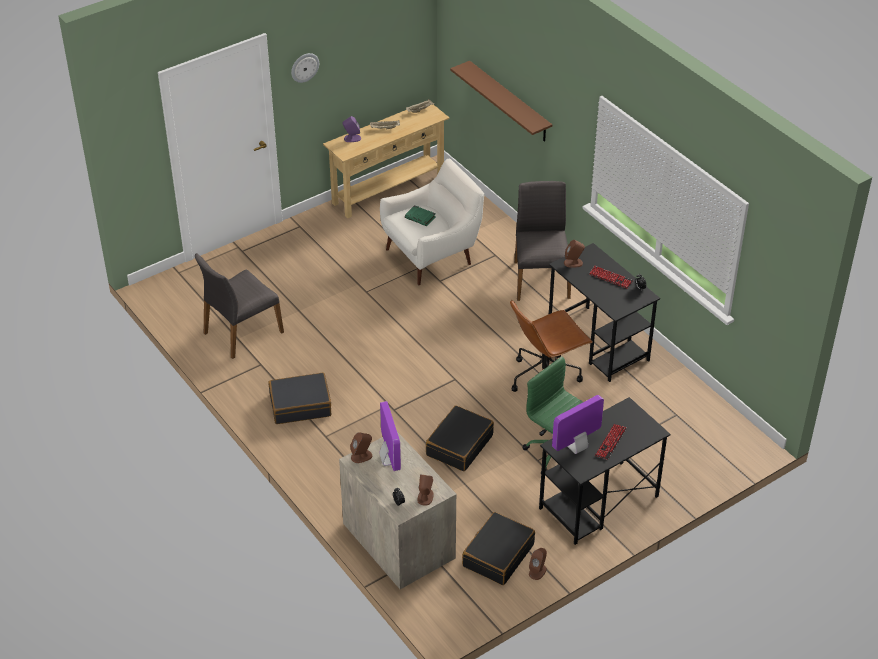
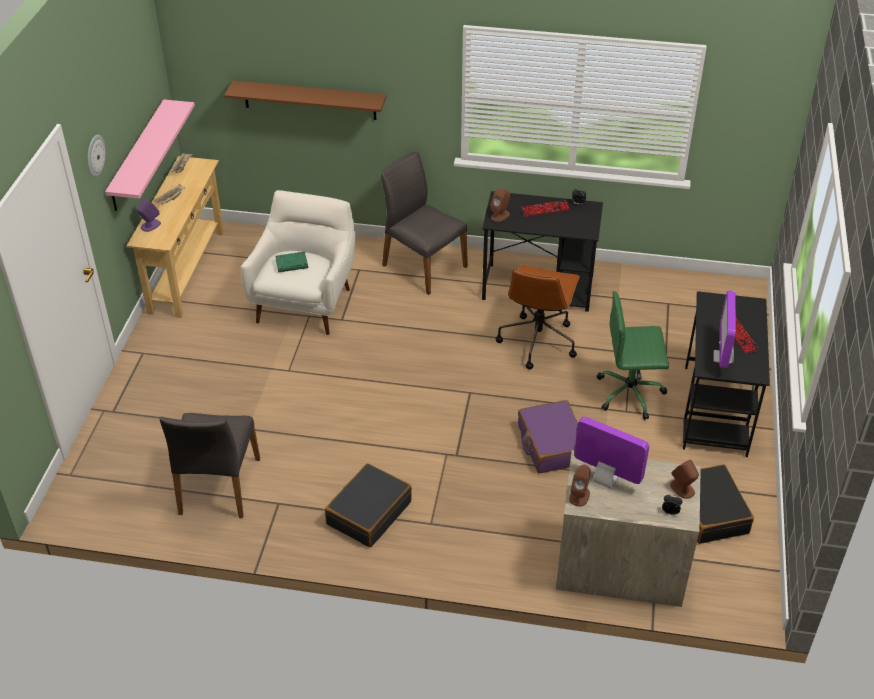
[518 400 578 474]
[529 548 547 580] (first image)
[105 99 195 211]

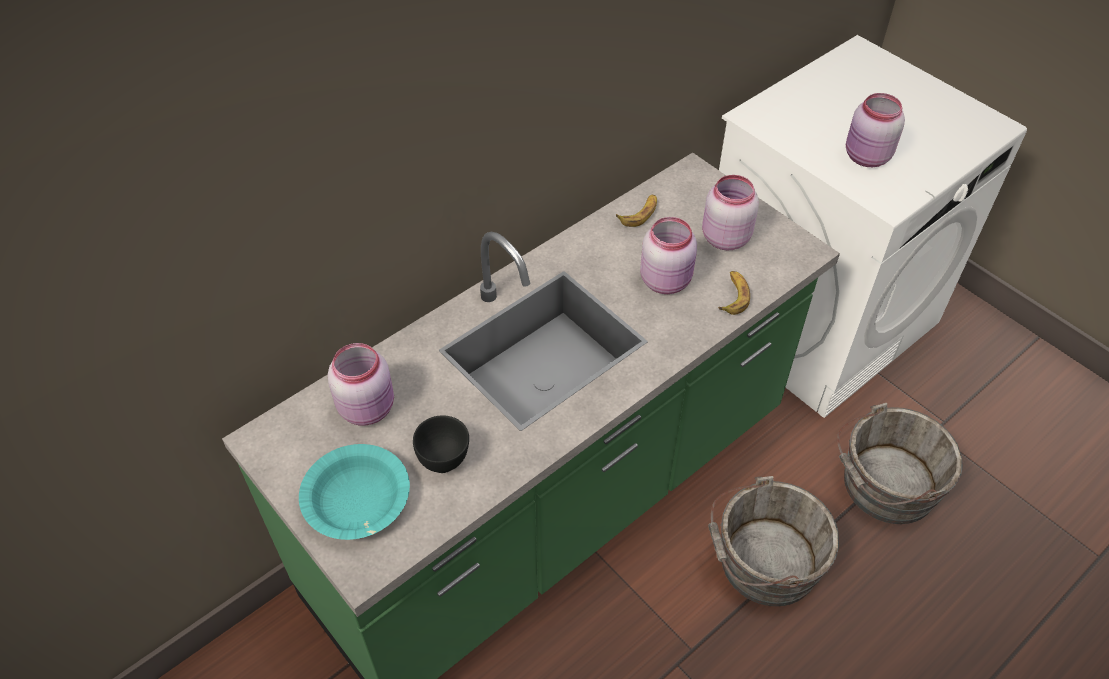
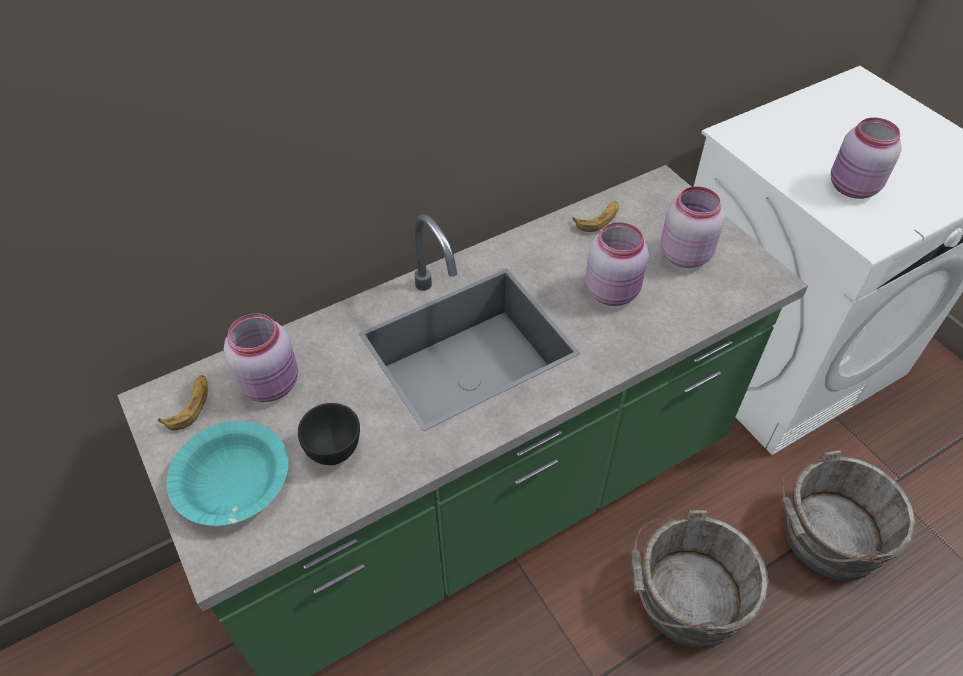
[158 375 208 430]

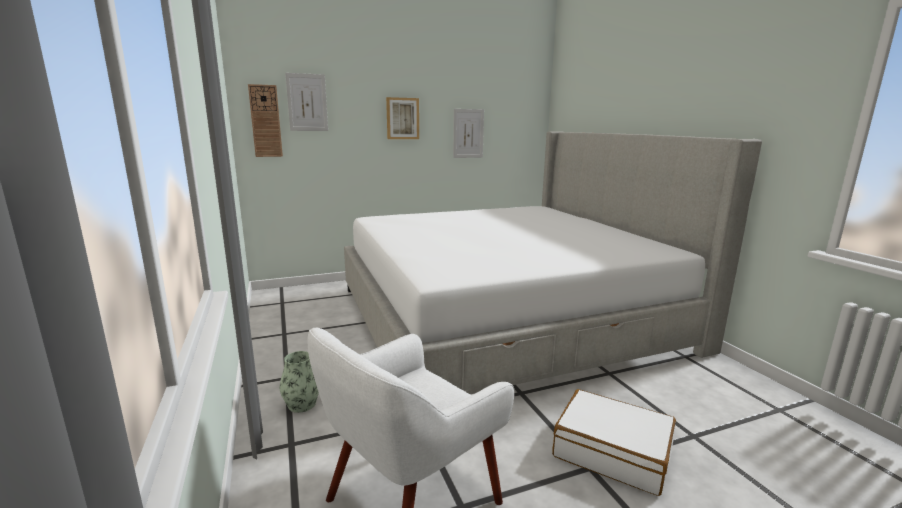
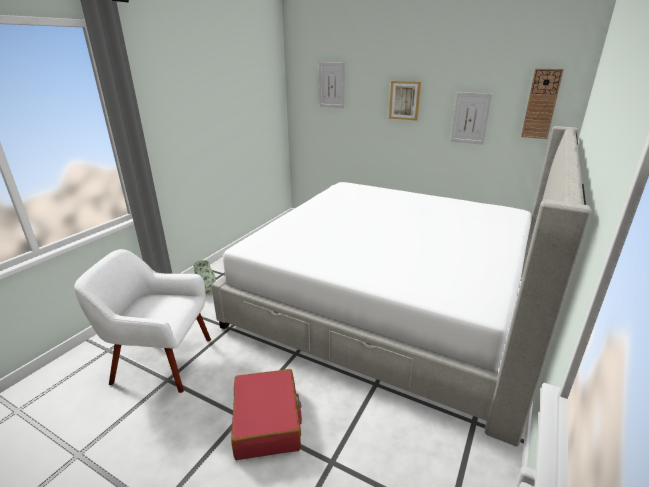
[521 68 564 139]
[231 369 302 460]

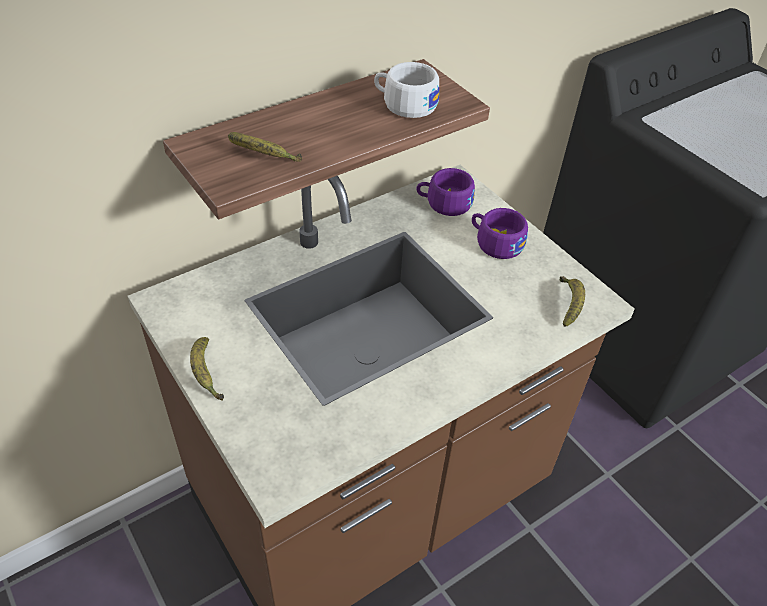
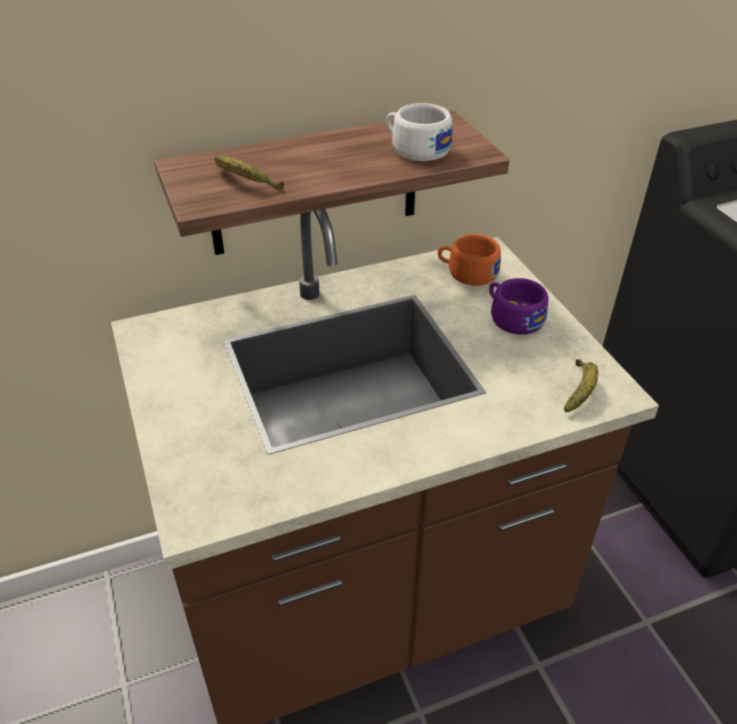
[190 337 224 401] (first image)
[438 234 501 286]

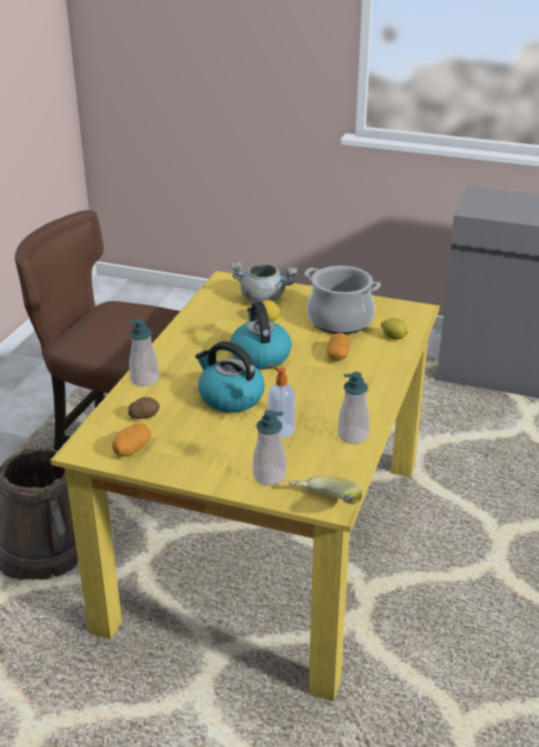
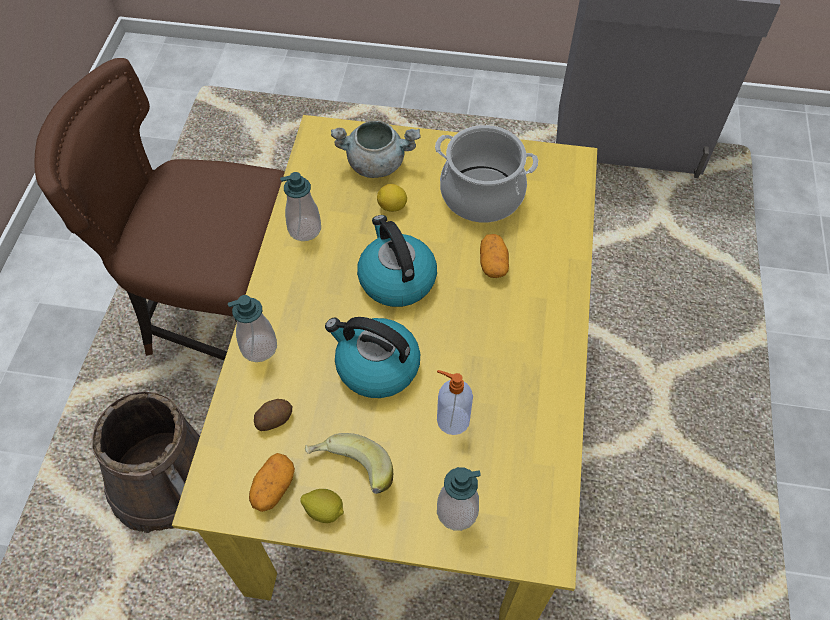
[305 433 393 494]
[280 172 321 241]
[300 489 344 523]

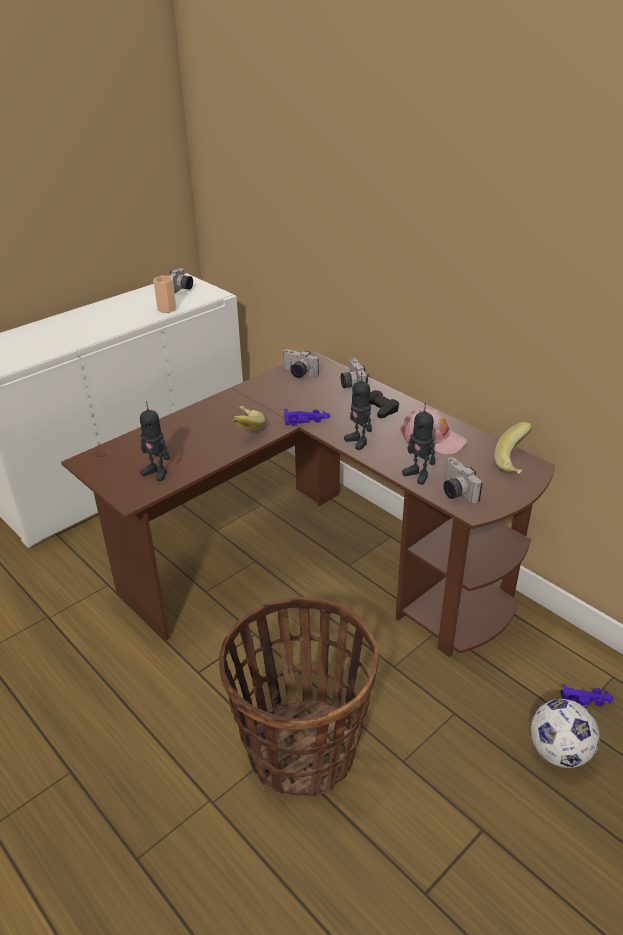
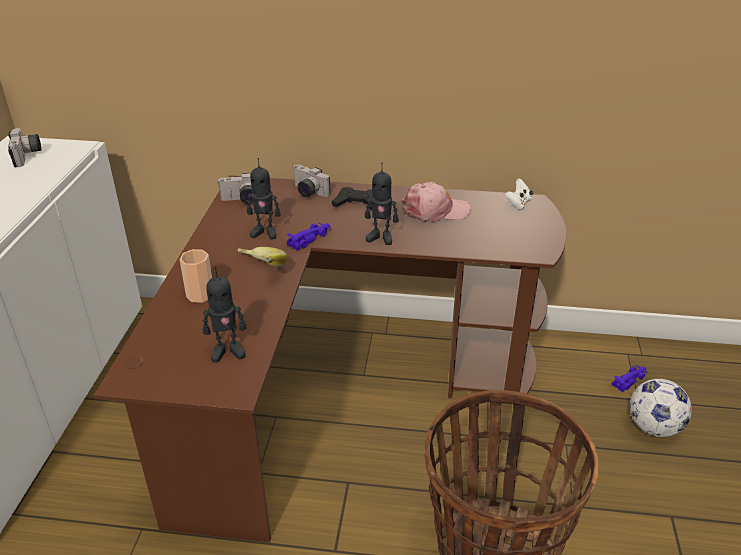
[179 249 212 303]
[247 158 281 239]
[444 457 482 504] (first image)
[505 179 533 210]

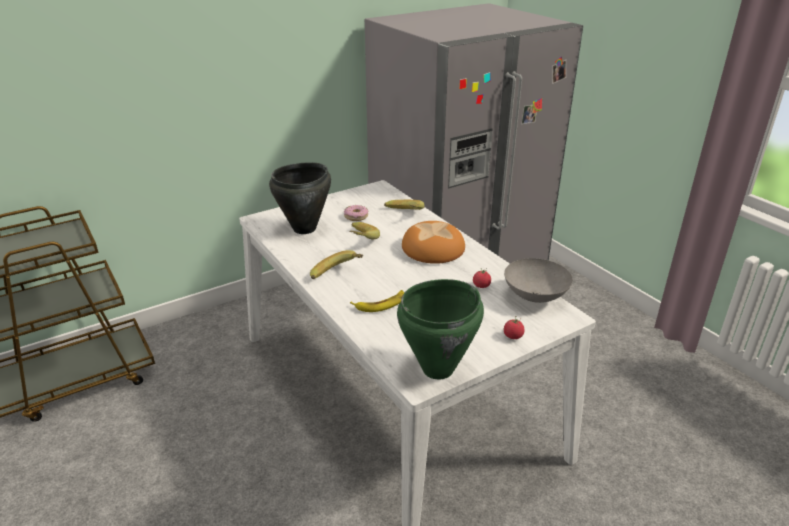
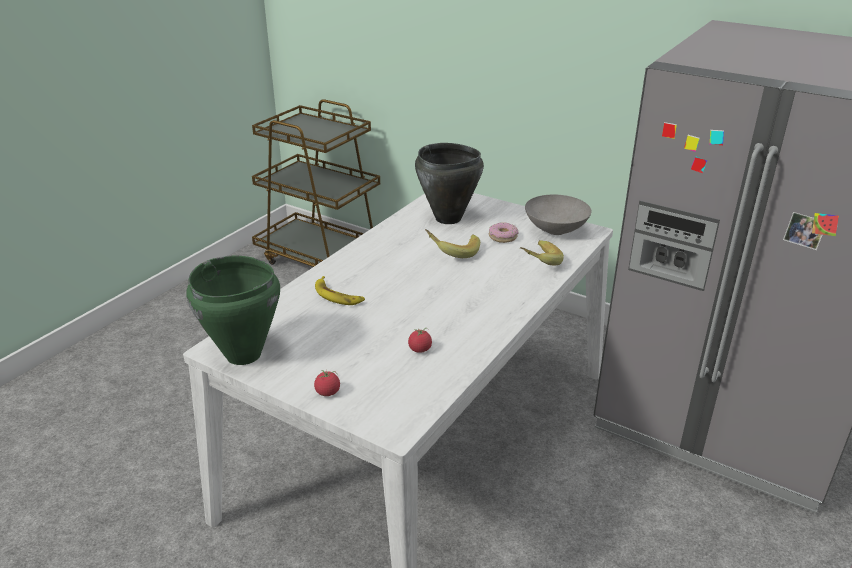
[310 250 363 279] (first image)
[402 221 465 264] (first image)
[525 195 592 235]

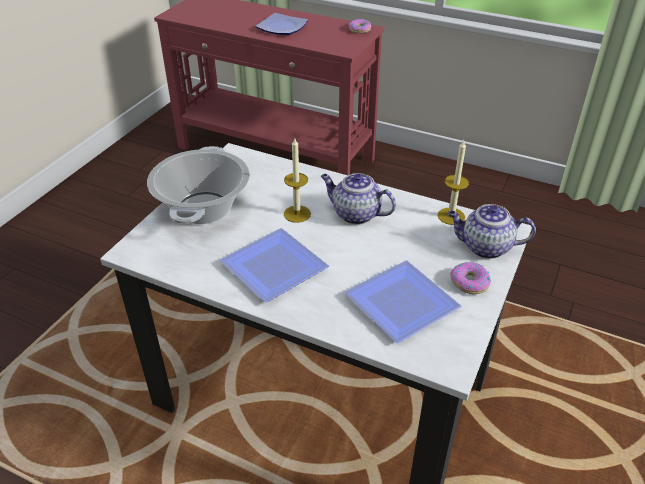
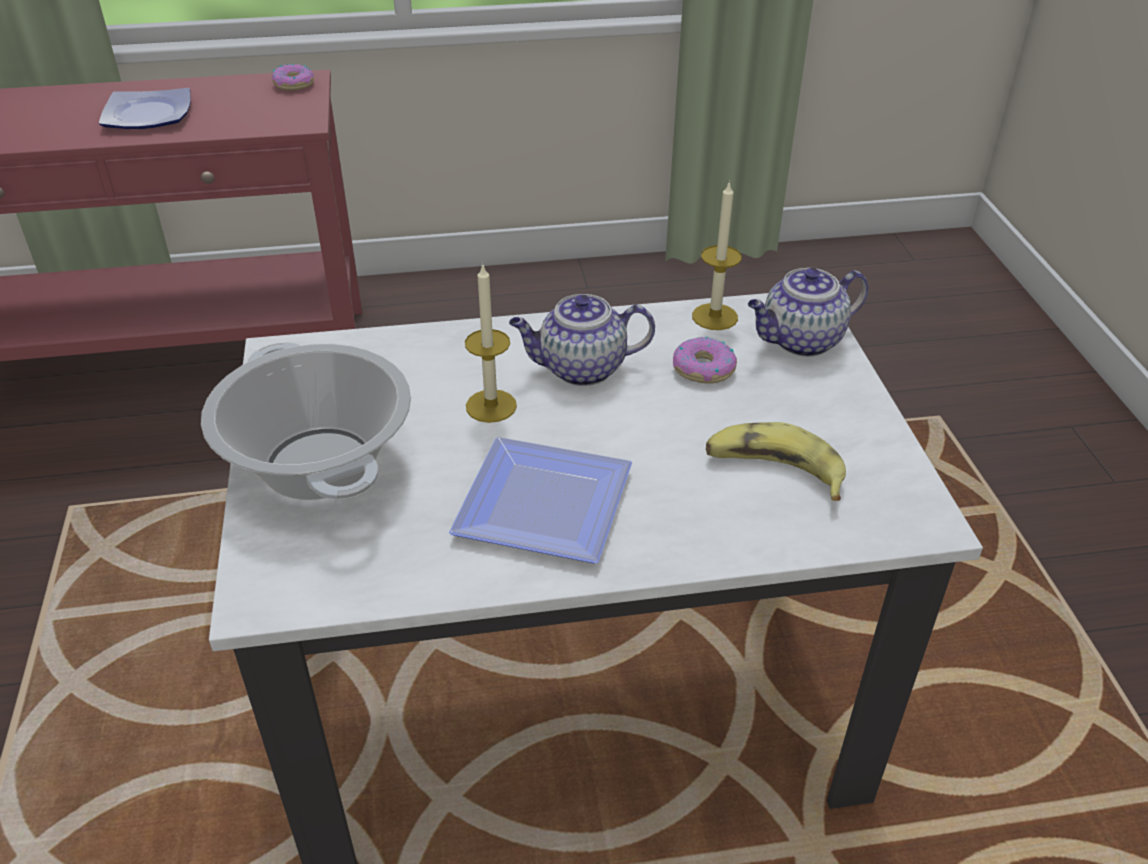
[706 422 846 501]
[673 336 737 384]

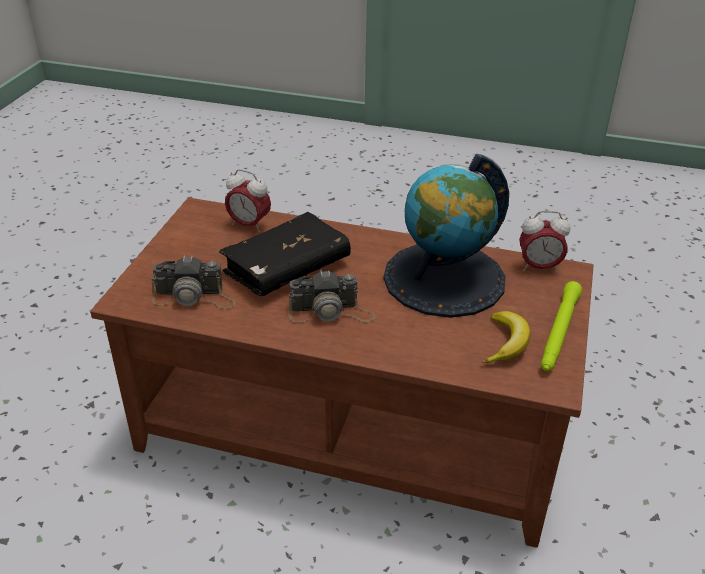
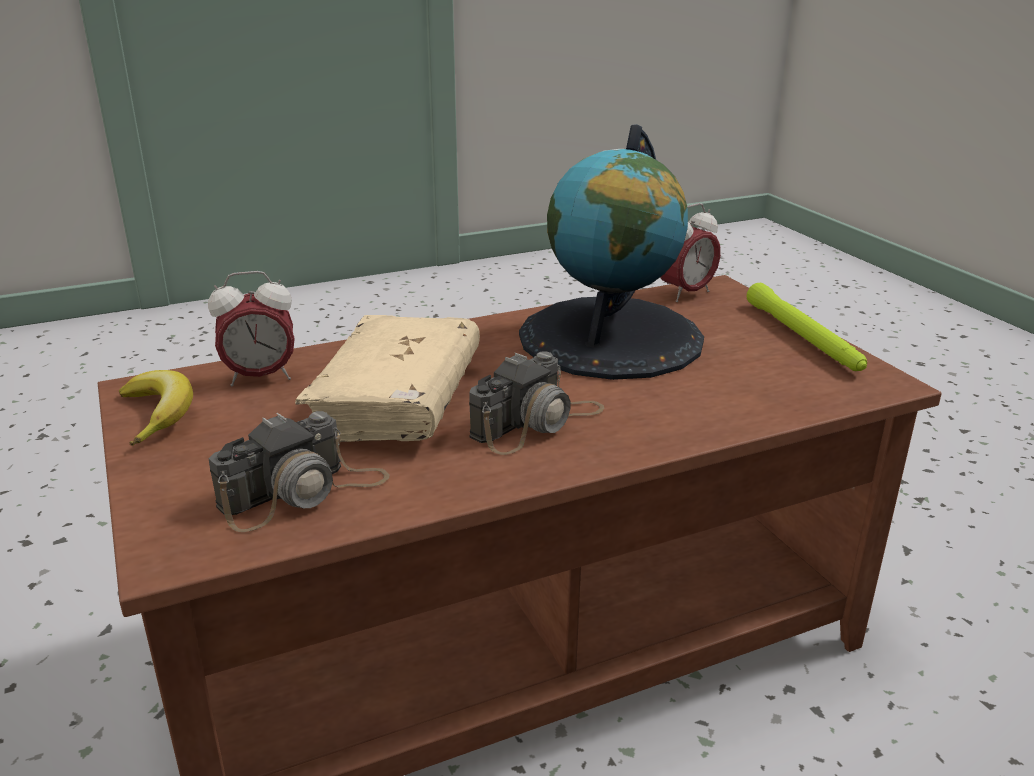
[295 315 480 442]
[119 370 193 446]

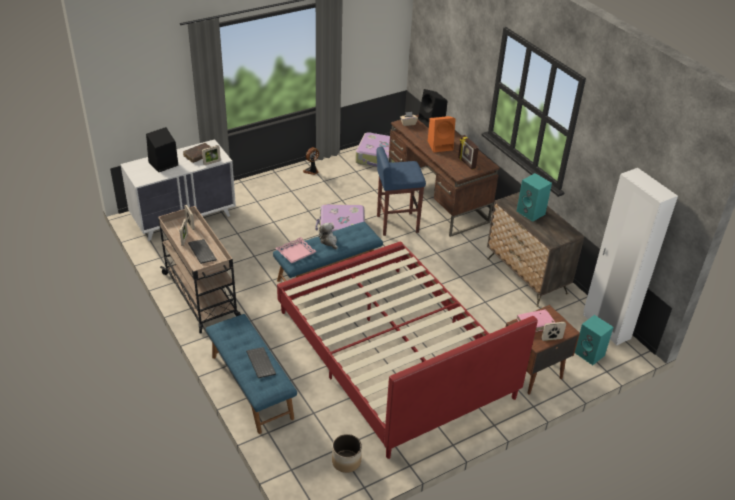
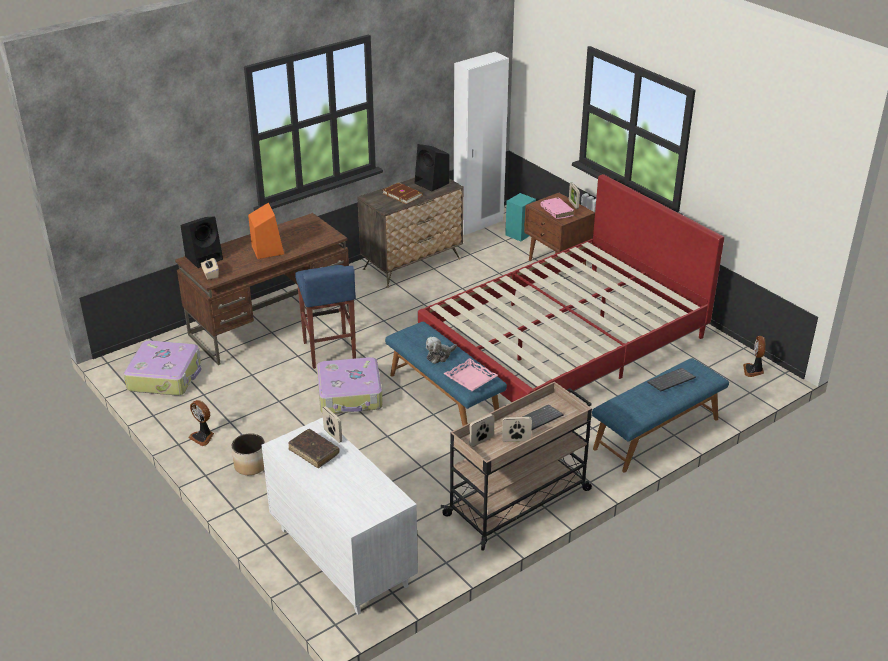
[415 144 450 191]
[232 433 265 475]
[458 135 479 170] (first image)
[382 182 423 204]
[743 336 765 377]

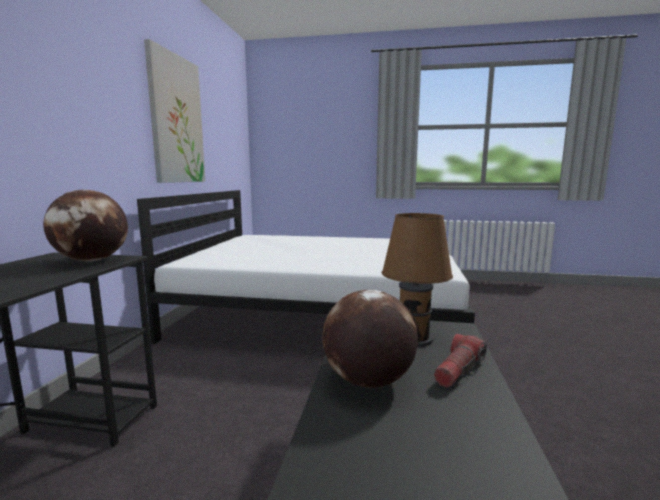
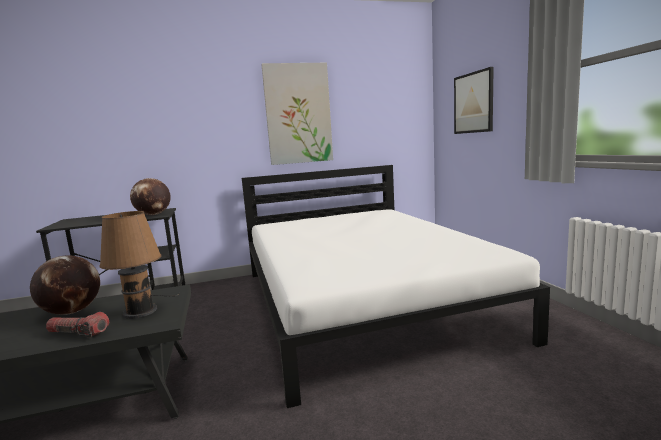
[454 67 494 134]

